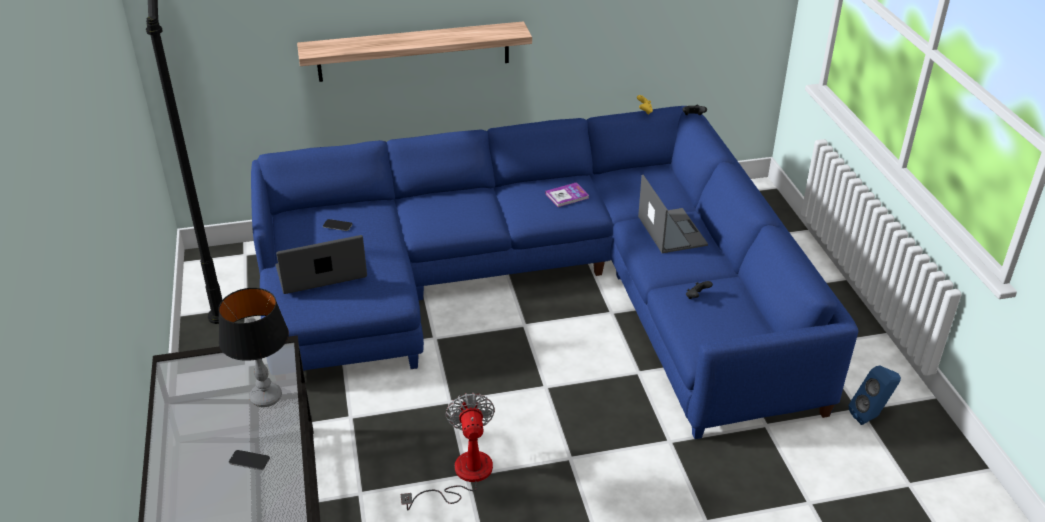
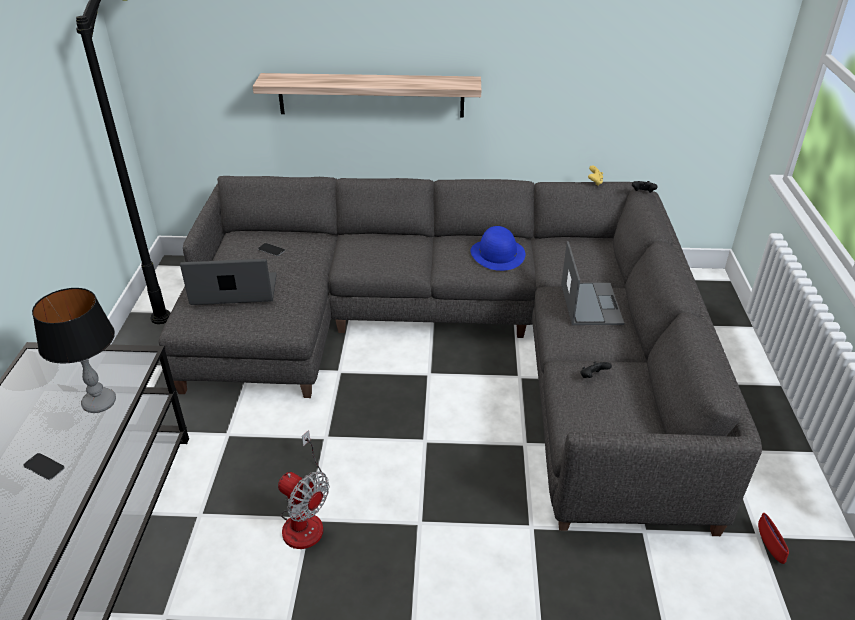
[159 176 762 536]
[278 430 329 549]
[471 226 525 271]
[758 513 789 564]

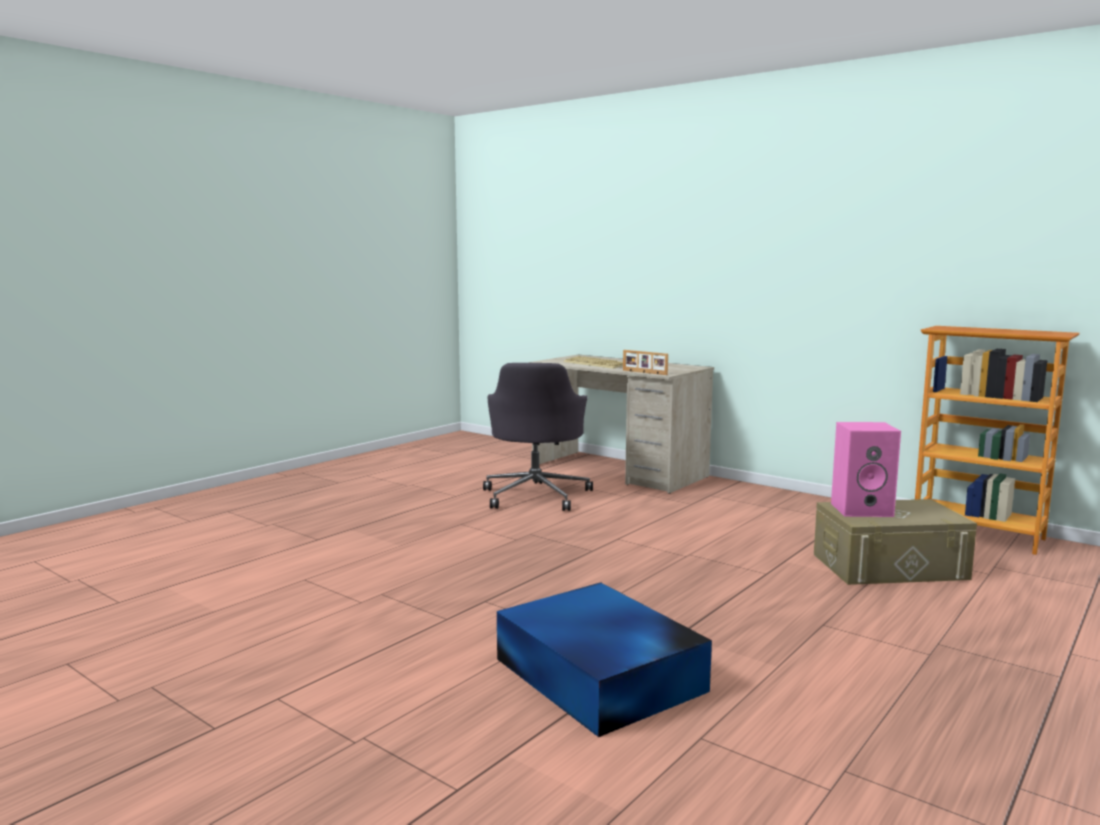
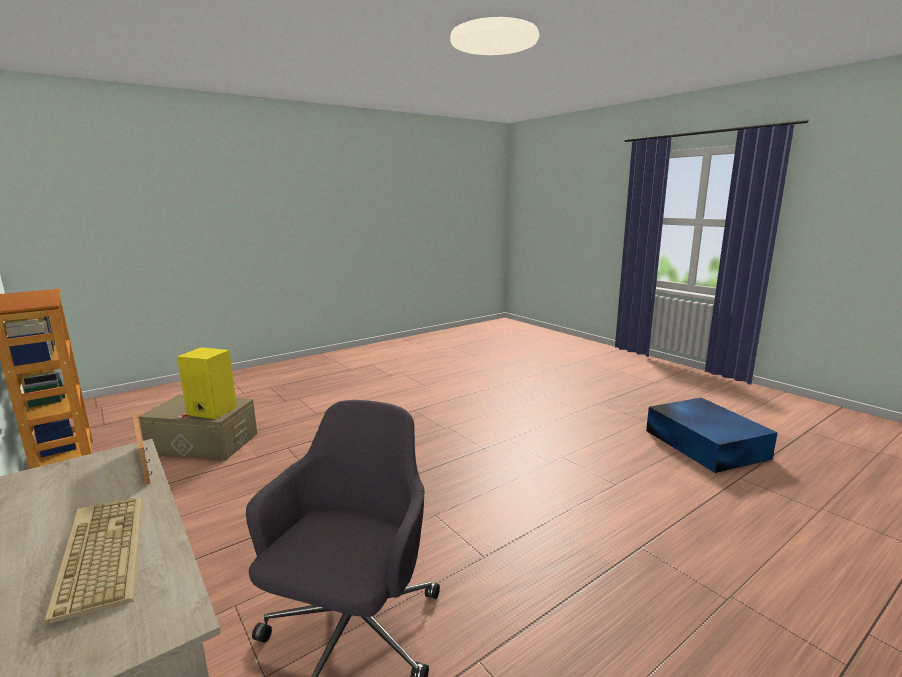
[646 398 778 473]
[177 347 237 419]

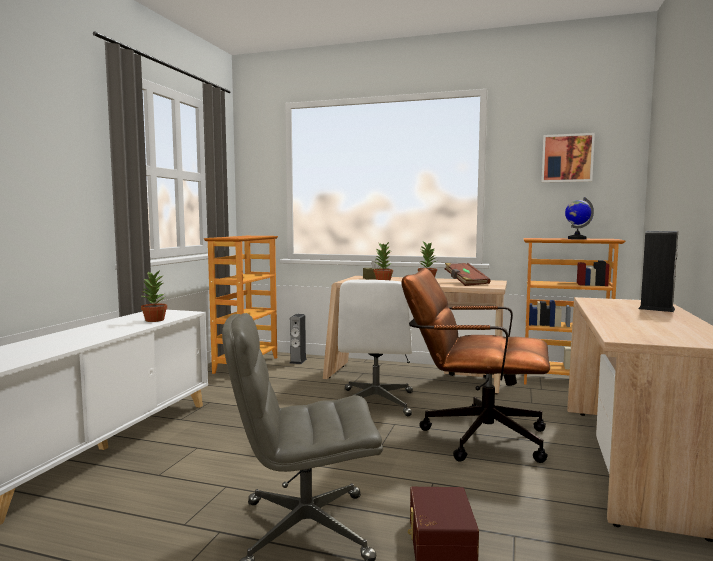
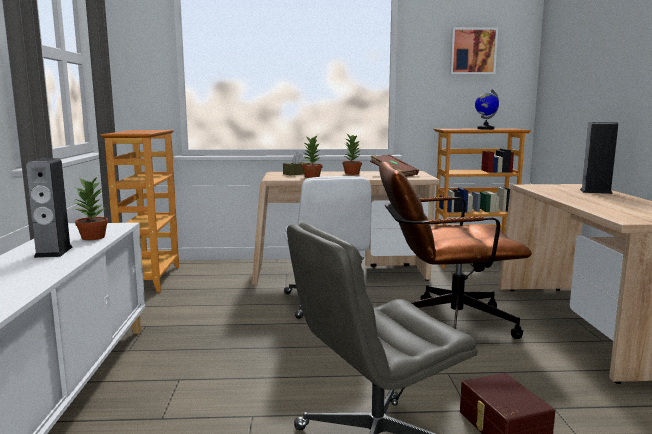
[26 158 72 258]

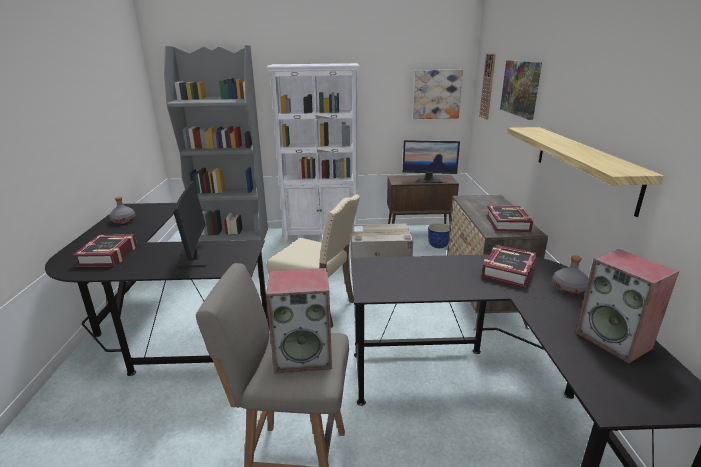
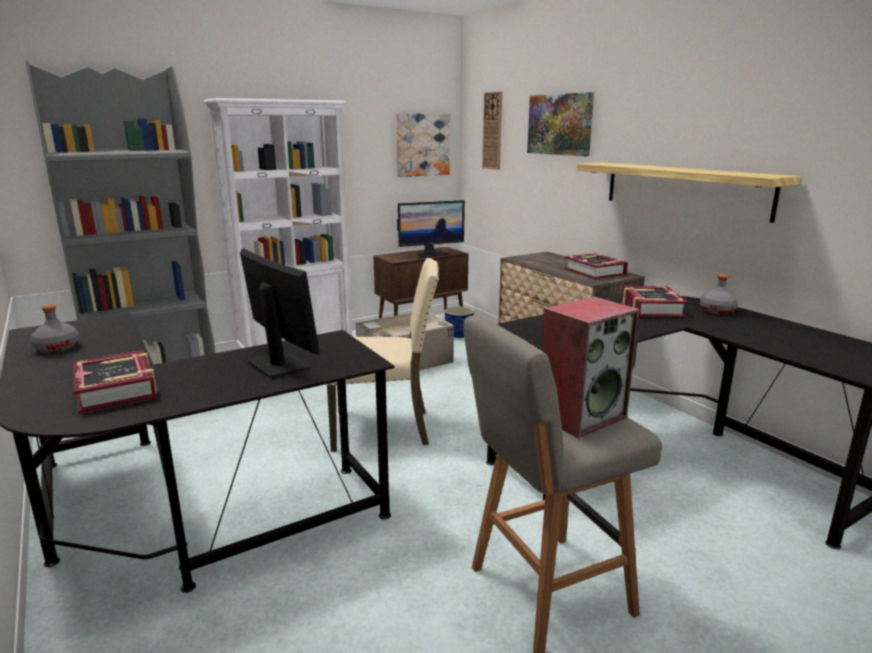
[576 249 679 363] (first image)

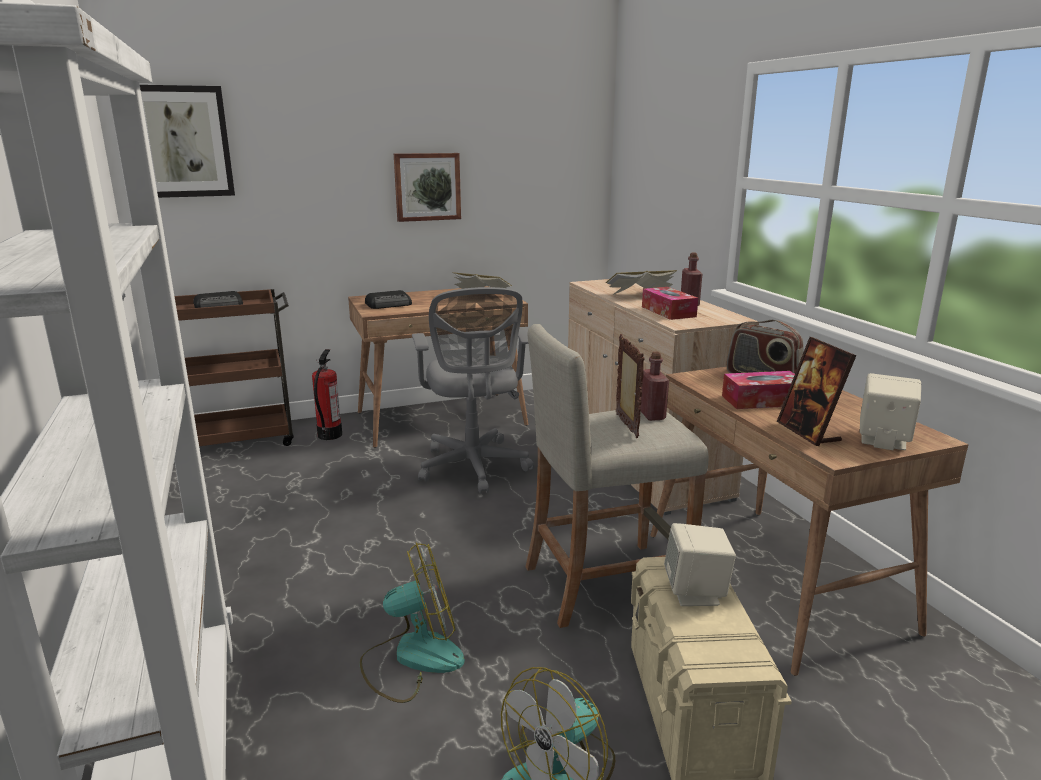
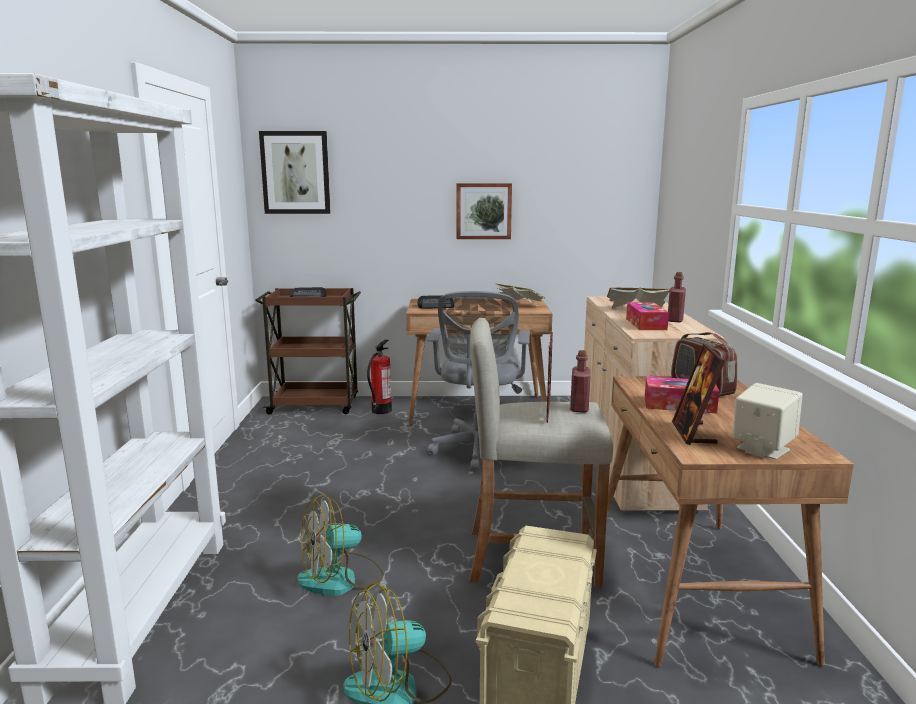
[297 494 384 596]
[664 523 736 606] (first image)

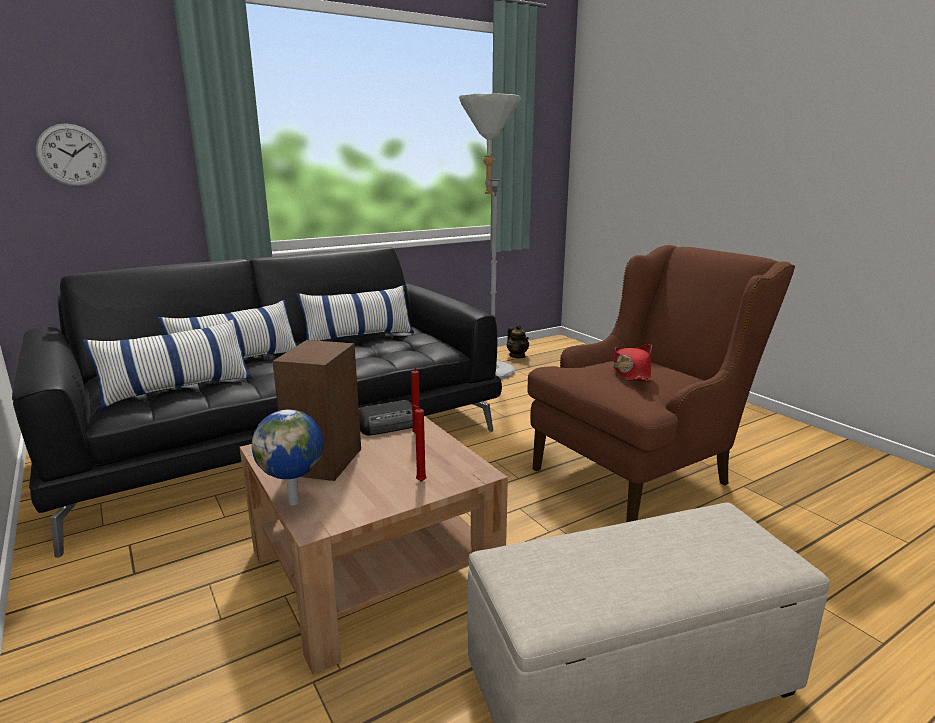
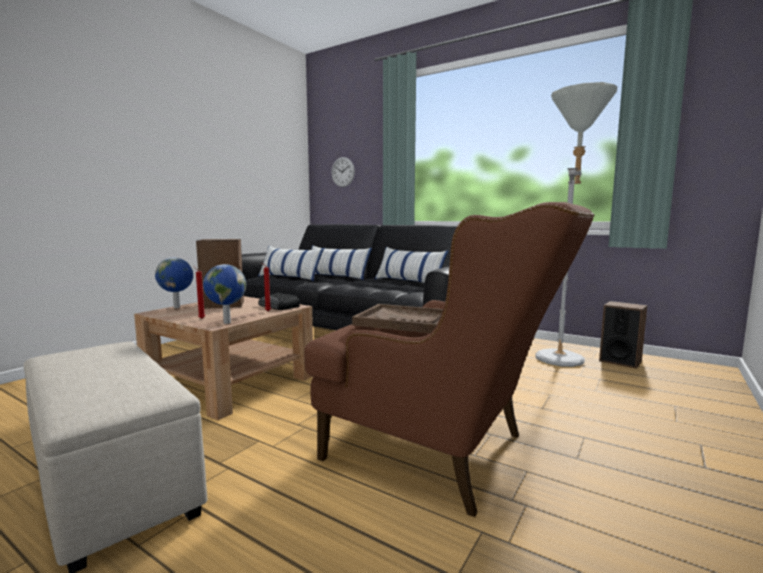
[599 301 647 369]
[352 304 443 333]
[203 264 246 324]

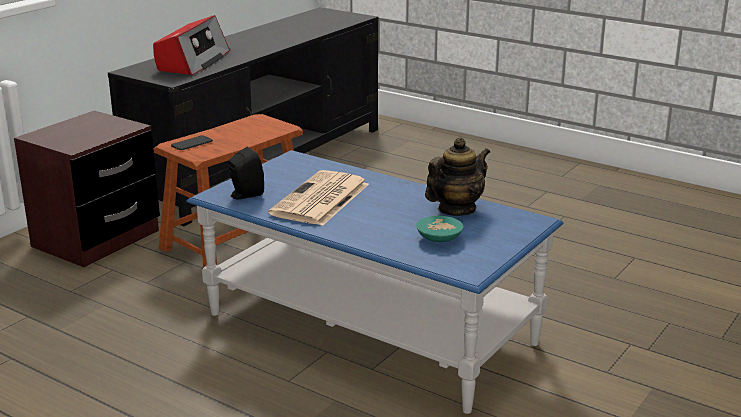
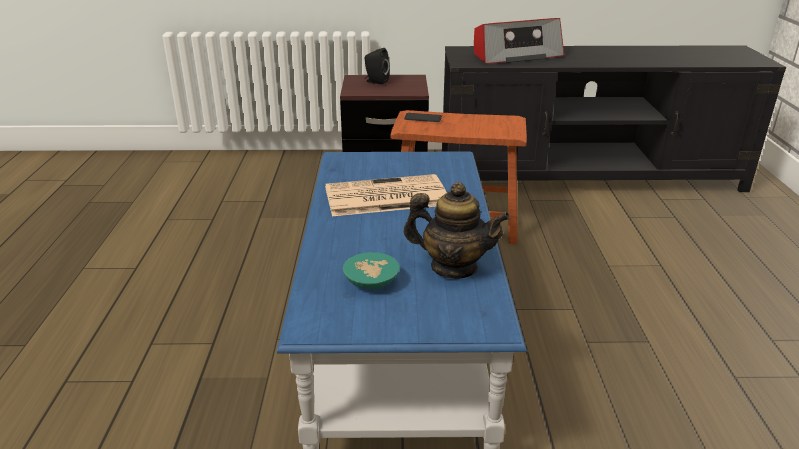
[364 48 390 85]

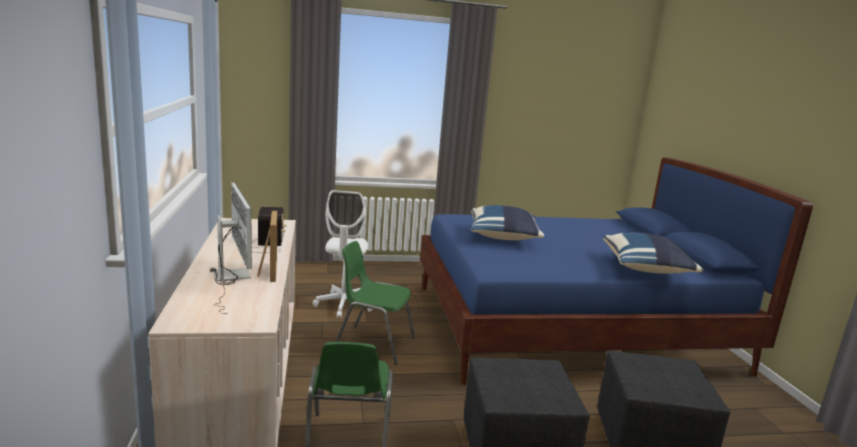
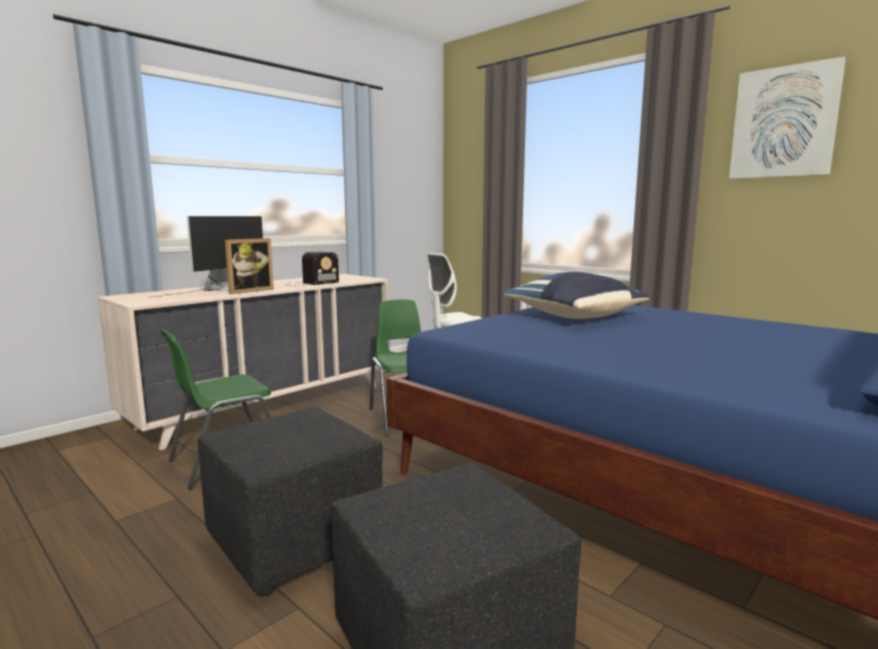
[603 233 703 274] (first image)
[729 56 846 179]

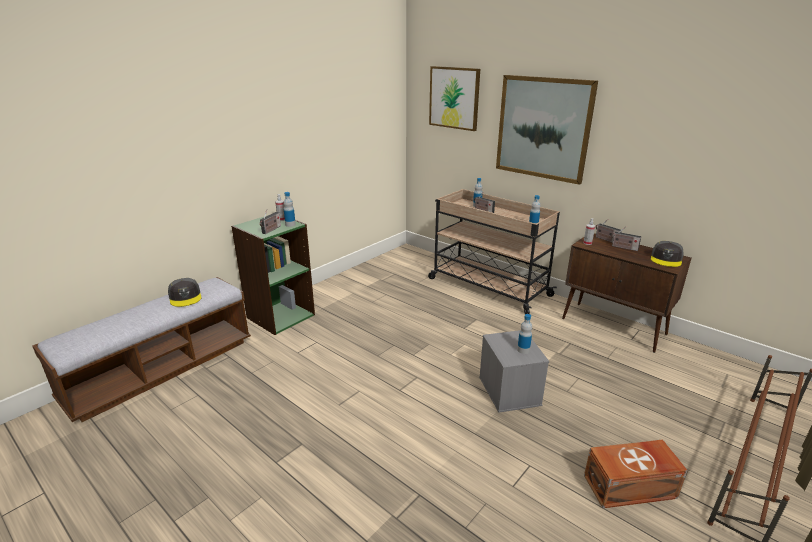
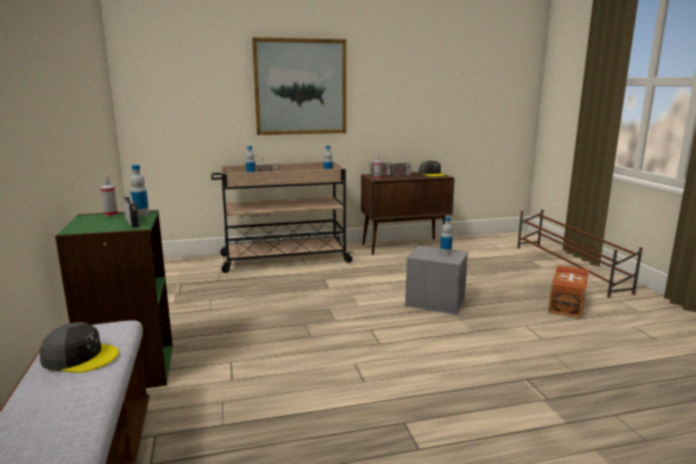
[429 66 480 131] (first image)

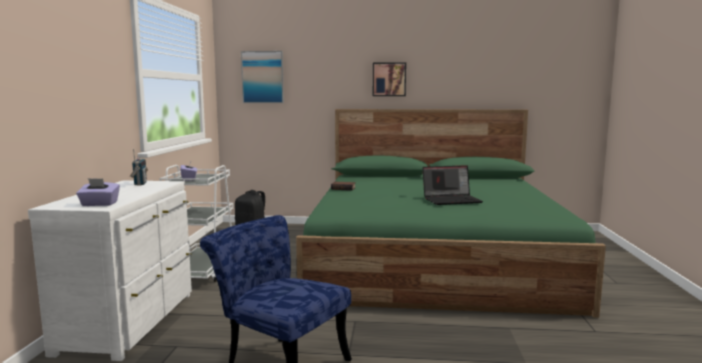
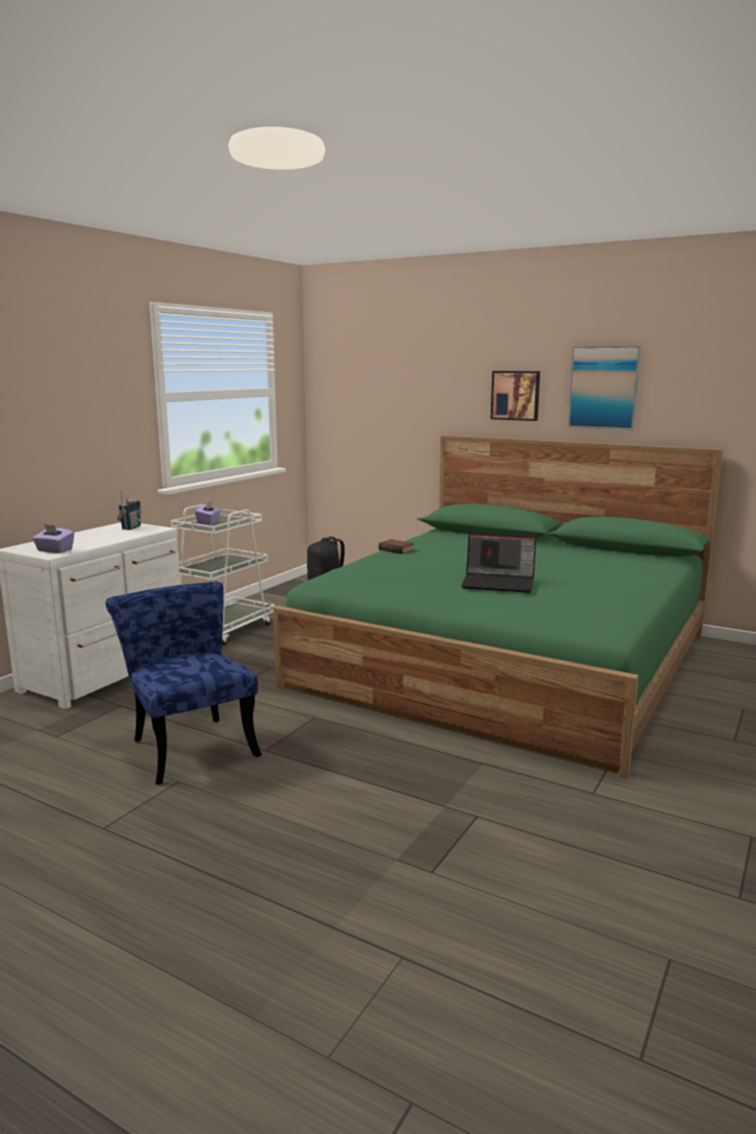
[568 346 641 430]

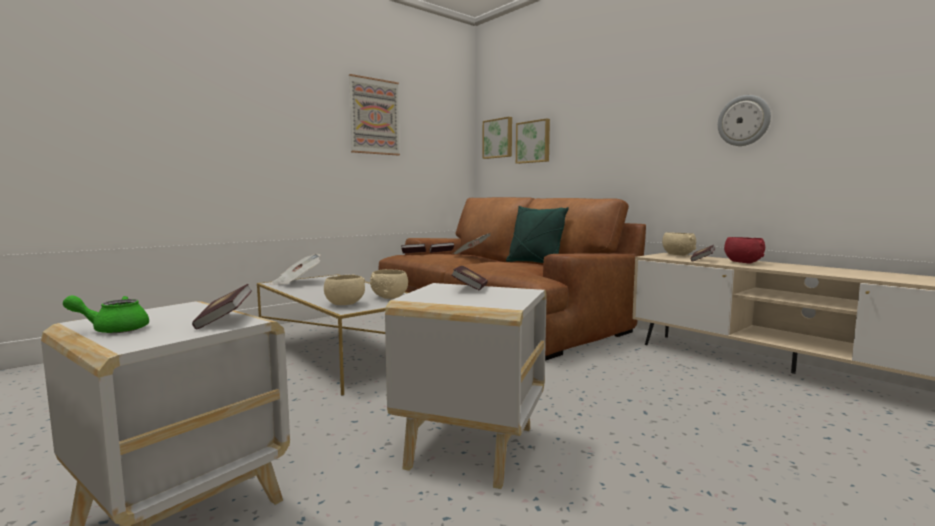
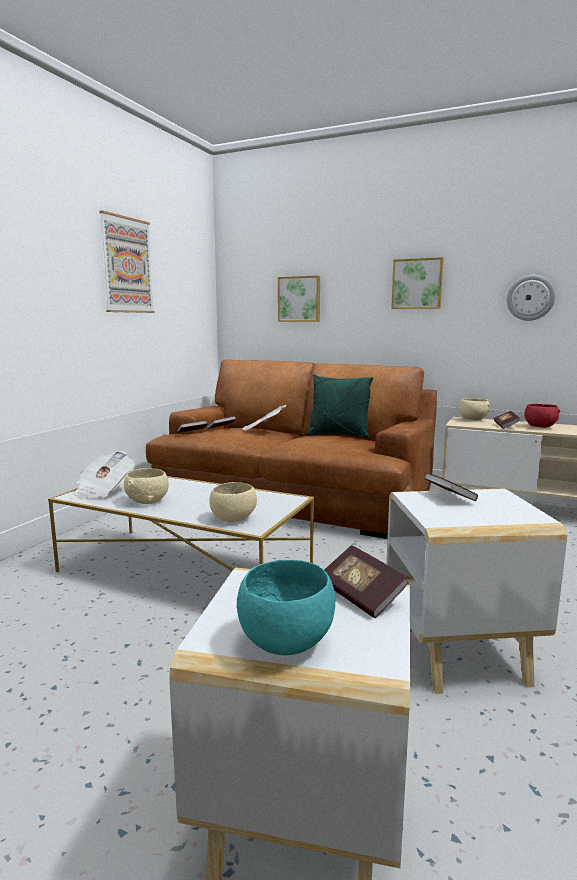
[236 560 335 655]
[124 468 169 504]
[391 257 444 309]

